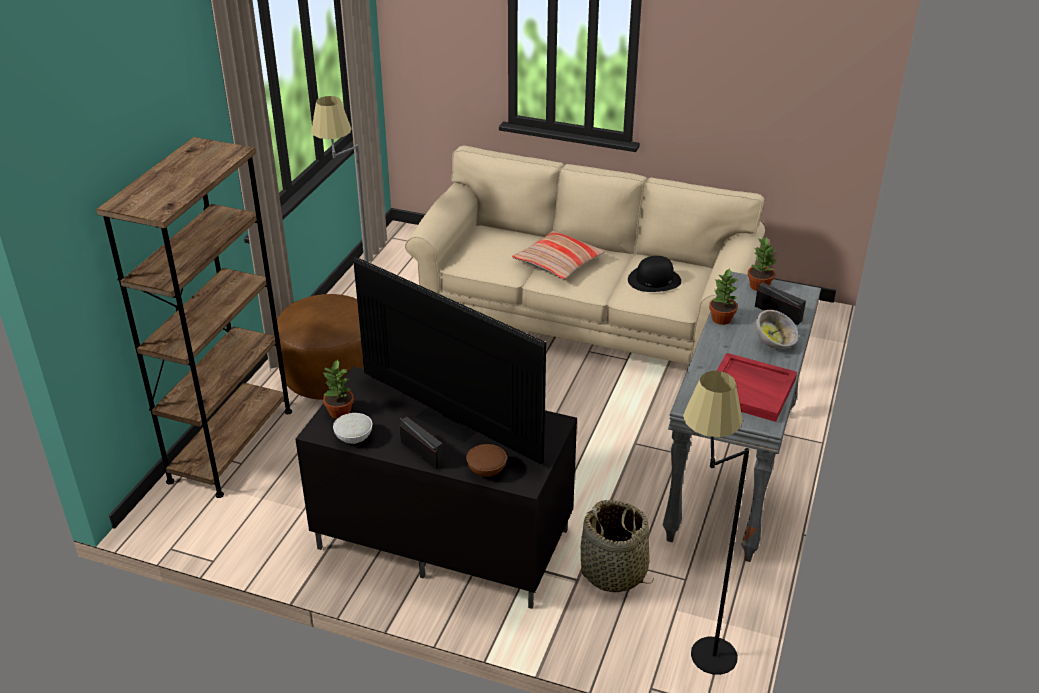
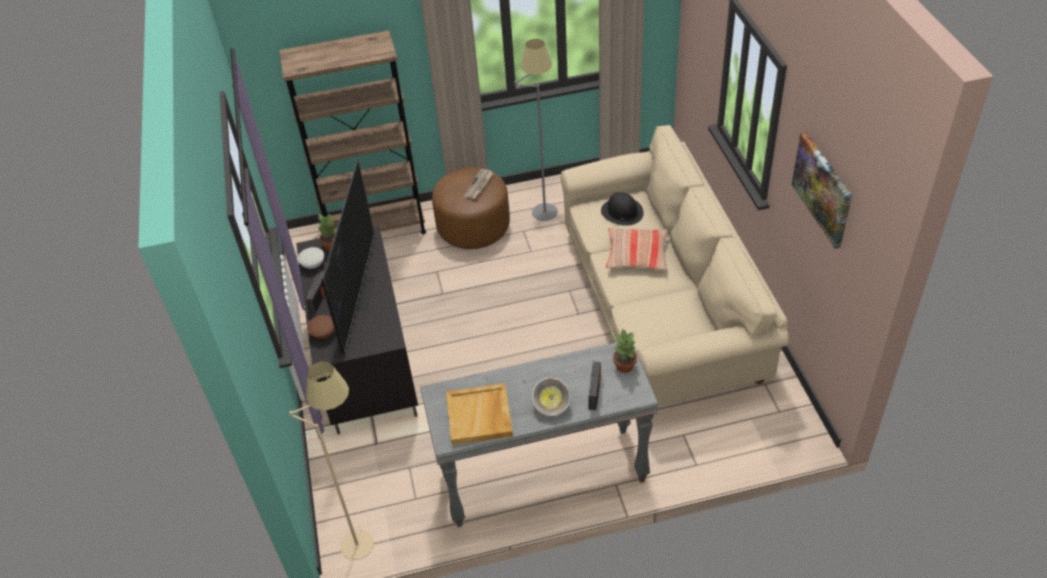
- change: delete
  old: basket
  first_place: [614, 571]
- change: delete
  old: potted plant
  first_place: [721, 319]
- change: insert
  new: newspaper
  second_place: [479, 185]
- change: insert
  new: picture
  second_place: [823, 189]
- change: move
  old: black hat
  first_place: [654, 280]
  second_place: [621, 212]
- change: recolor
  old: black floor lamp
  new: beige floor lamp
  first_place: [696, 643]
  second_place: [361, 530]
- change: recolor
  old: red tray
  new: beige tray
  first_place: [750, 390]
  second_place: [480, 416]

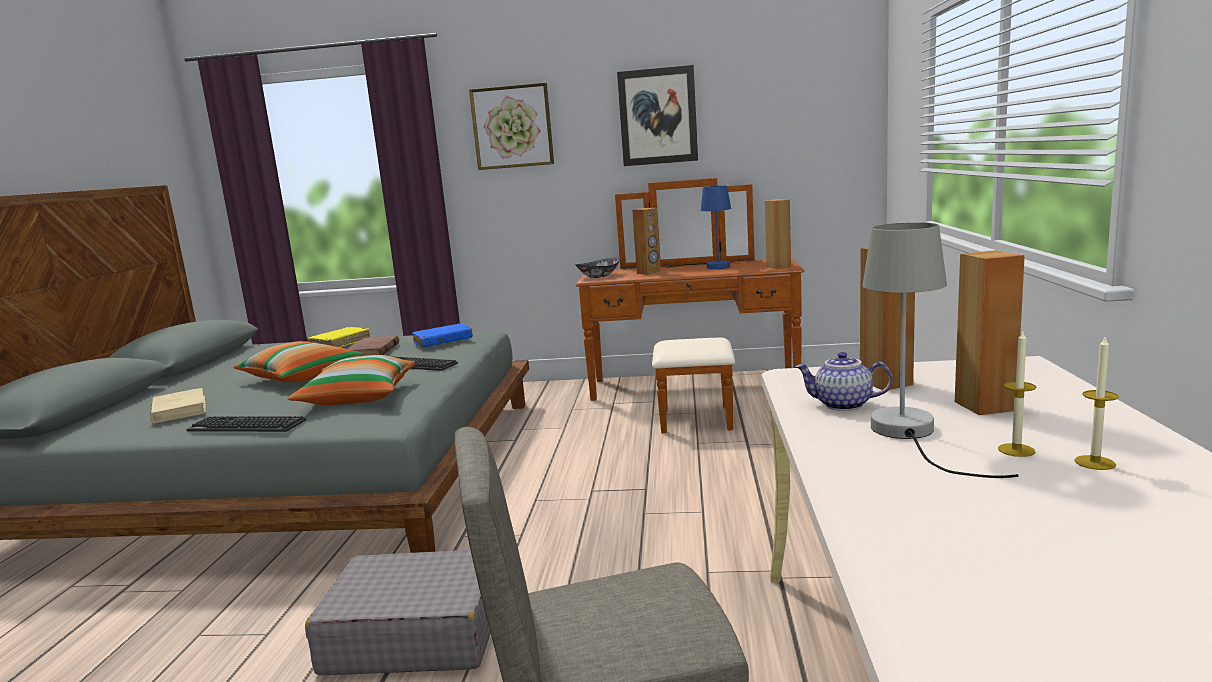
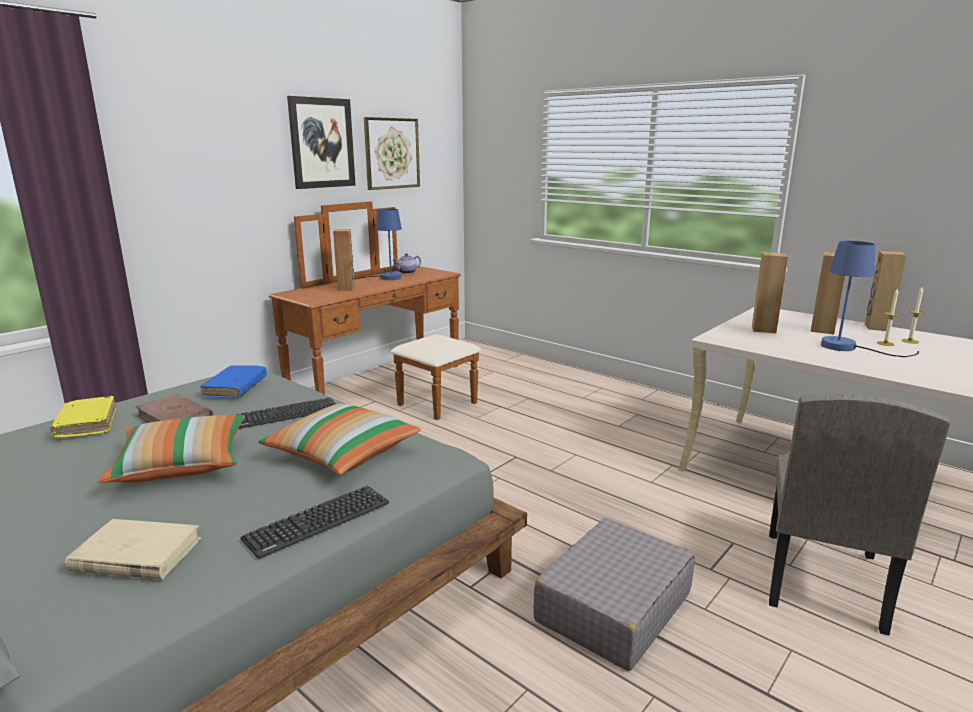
- change: delete
  old: bowl
  first_place: [599, 276]
- change: move
  old: picture
  first_place: [512, 127]
  second_place: [392, 153]
- change: move
  old: brown speaker
  first_place: [778, 266]
  second_place: [876, 327]
- change: move
  old: teapot
  first_place: [842, 405]
  second_place: [407, 272]
- change: recolor
  old: grey table lamp
  new: blue table lamp
  first_place: [911, 435]
  second_place: [849, 348]

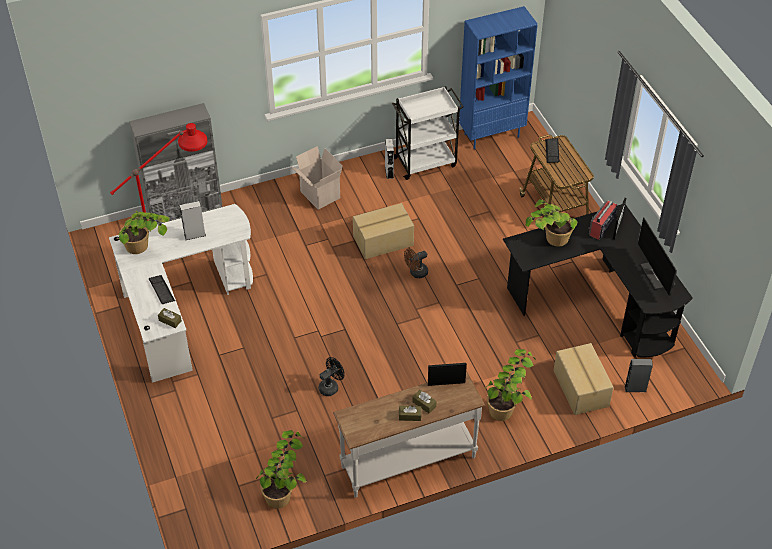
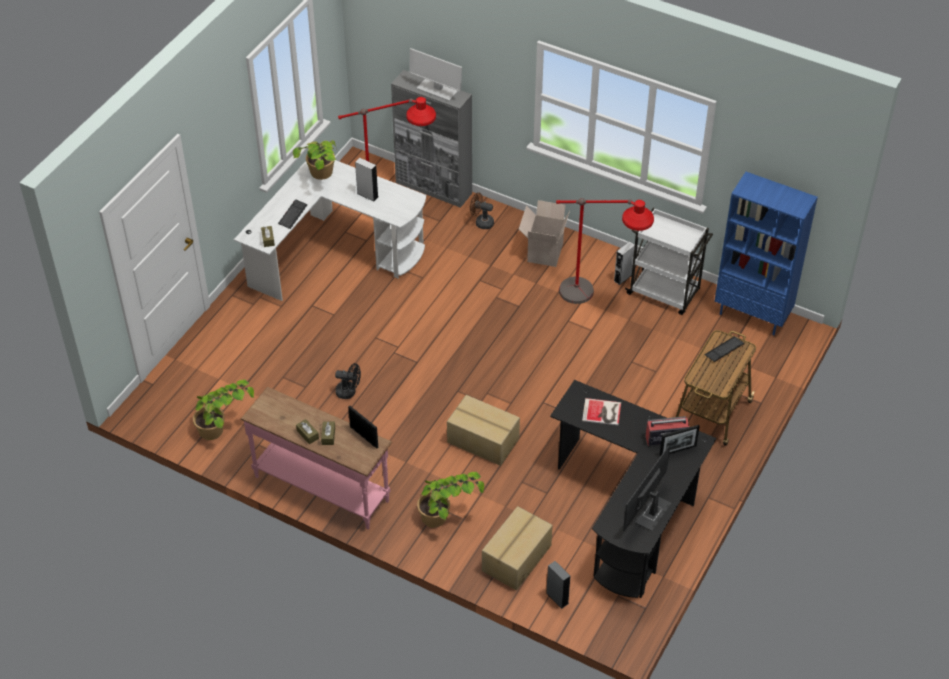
- change: insert
  new: monitor
  second_place: [437, 90]
- change: insert
  new: red floor lamp
  second_place: [596, 302]
- change: move
  old: cardboard box
  first_place: [383, 241]
  second_place: [483, 441]
- change: move
  old: brown fan
  first_place: [416, 273]
  second_place: [481, 222]
- change: replace
  old: potted plant
  new: book
  first_place: [547, 243]
  second_place: [602, 412]
- change: recolor
  old: white console table
  new: pink console table
  first_place: [408, 461]
  second_place: [322, 488]

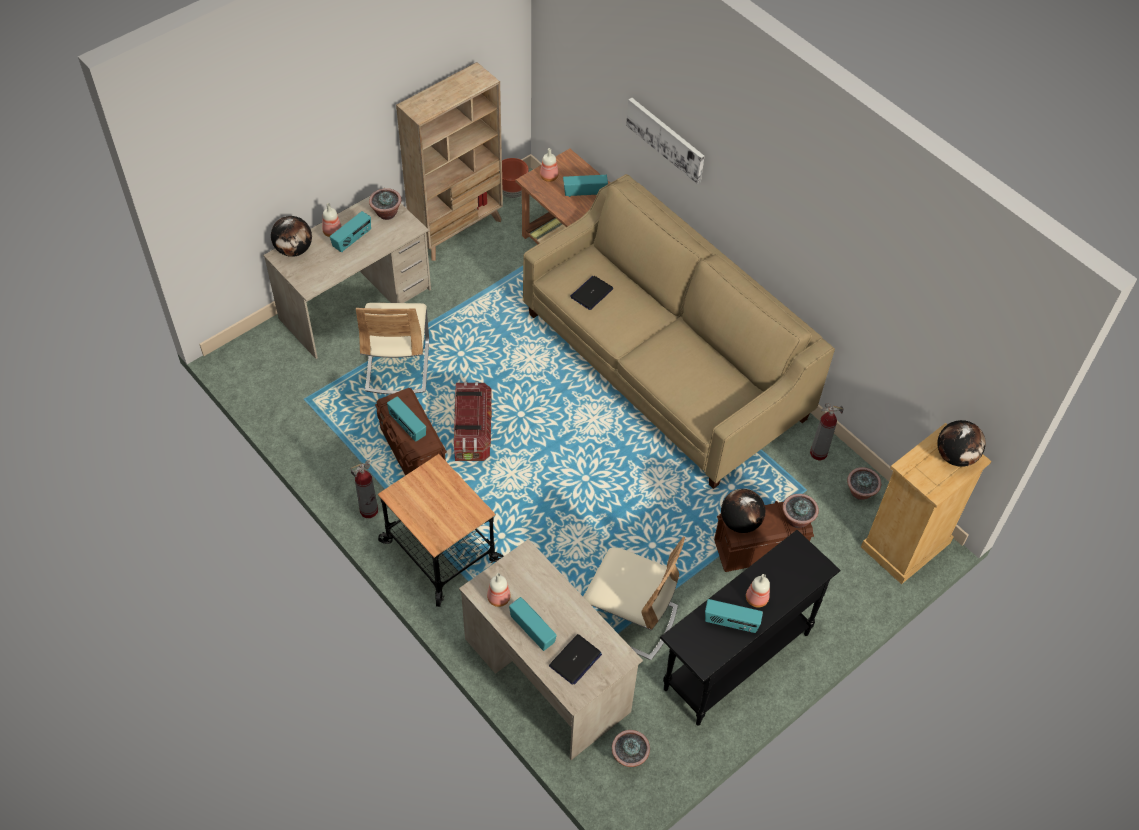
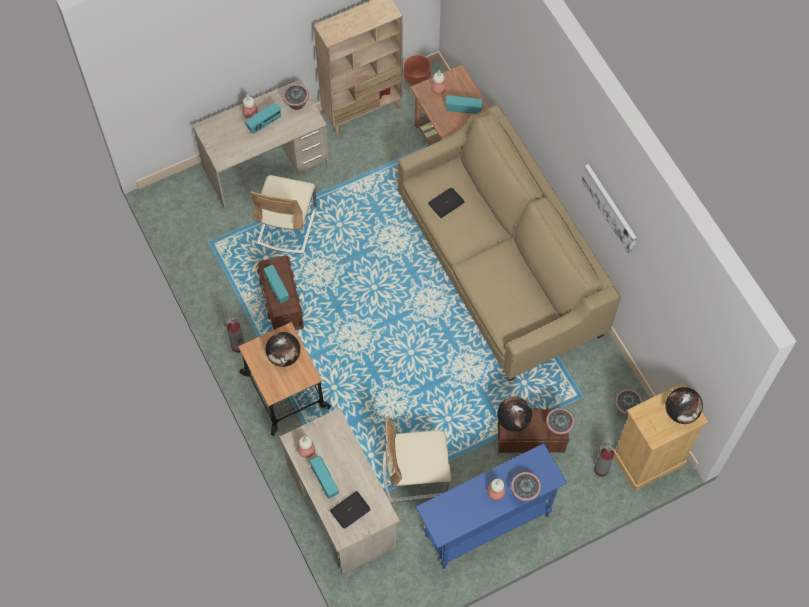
- change: delete
  old: storage box
  first_place: [472, 431]
- change: delete
  old: radio
  first_place: [730, 623]
- change: move
  old: globe
  first_place: [294, 250]
  second_place: [284, 356]
- change: move
  old: potted plant
  first_place: [629, 757]
  second_place: [524, 492]
- change: move
  old: picture
  first_place: [666, 139]
  second_place: [610, 208]
- change: move
  old: fire extinguisher
  first_place: [818, 453]
  second_place: [601, 469]
- change: recolor
  old: black console table
  new: blue console table
  first_place: [736, 661]
  second_place: [486, 525]
- change: rotate
  old: beige chair
  first_place: [630, 618]
  second_place: [415, 474]
  degrees: 135

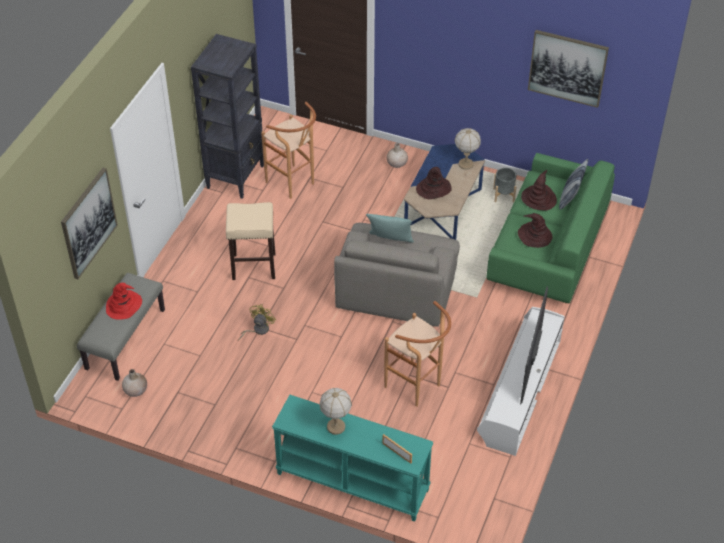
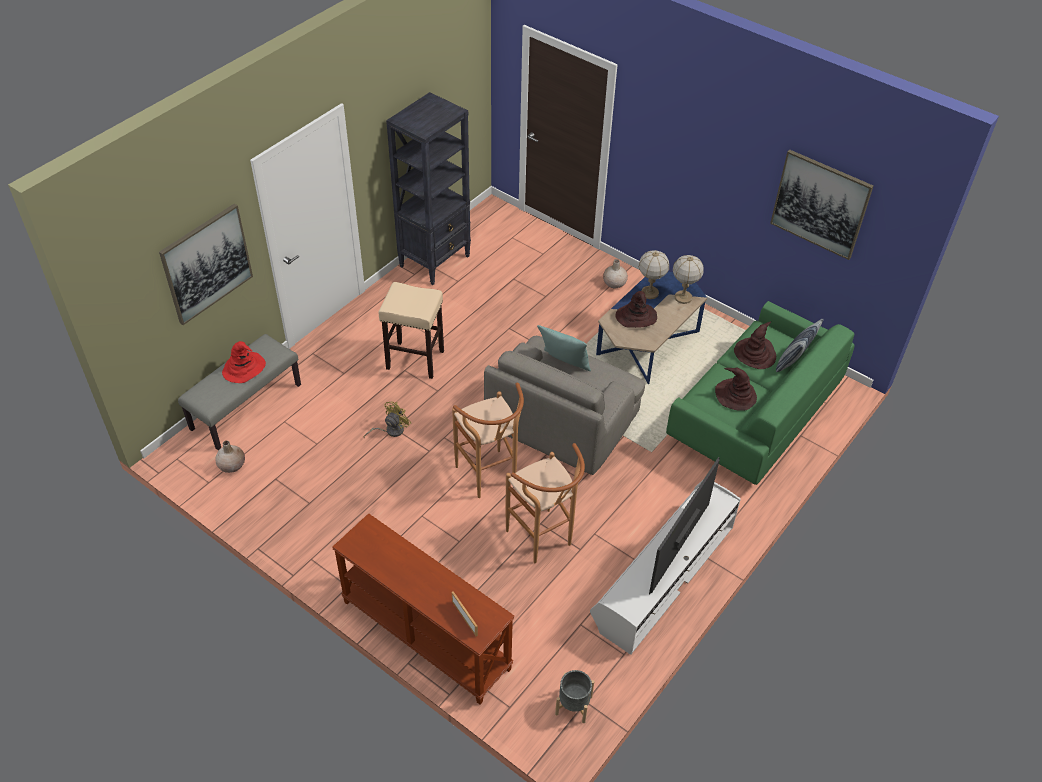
- change: move
  old: brown stool
  first_place: [294, 184]
  second_place: [489, 478]
- change: move
  old: table lamp
  first_place: [335, 427]
  second_place: [649, 293]
- change: move
  old: grey planter
  first_place: [504, 195]
  second_place: [574, 705]
- change: recolor
  old: turquoise console table
  new: brown console table
  first_place: [351, 482]
  second_place: [424, 635]

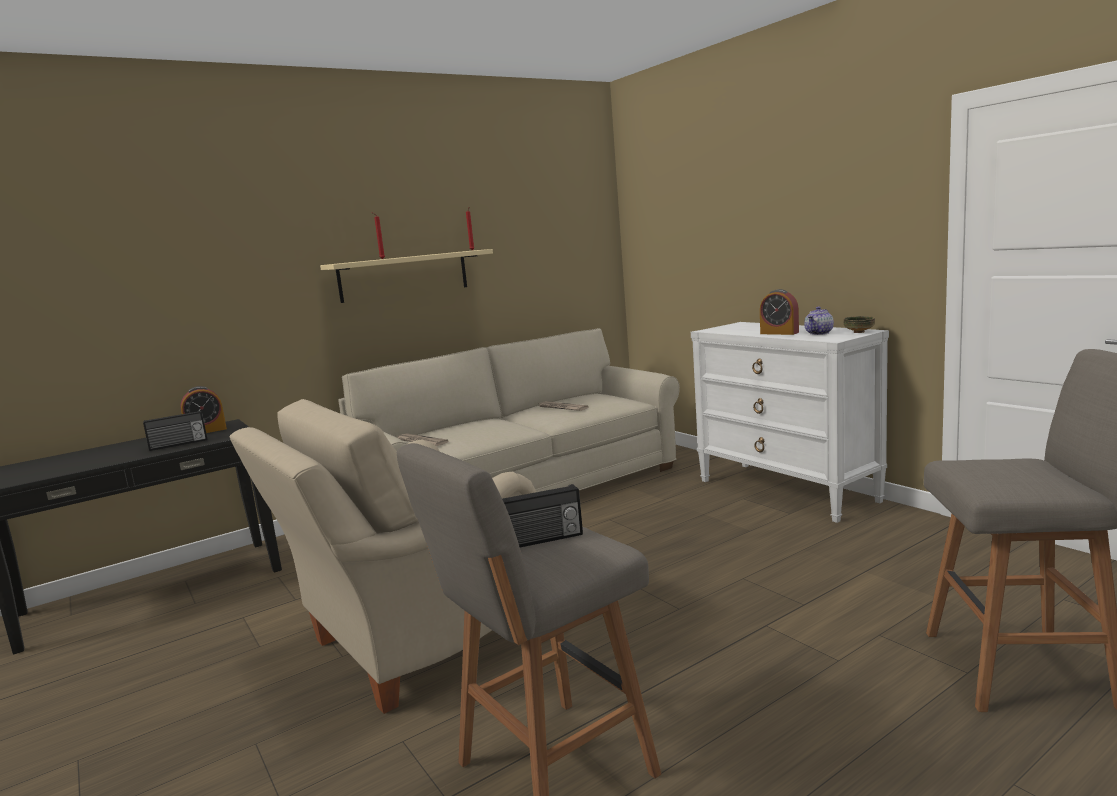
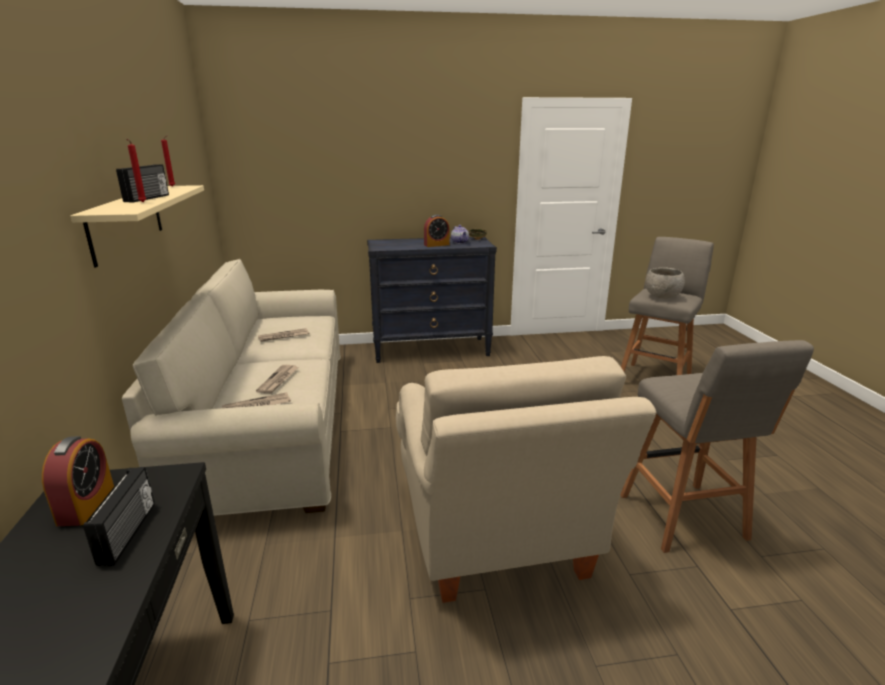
- change: insert
  new: newspaper
  second_place: [278, 380]
- change: insert
  new: grey bowl
  second_place: [661, 297]
- change: move
  old: radio
  first_place: [539, 540]
  second_place: [148, 198]
- change: recolor
  old: white dresser
  new: black dresser
  first_place: [787, 490]
  second_place: [431, 350]

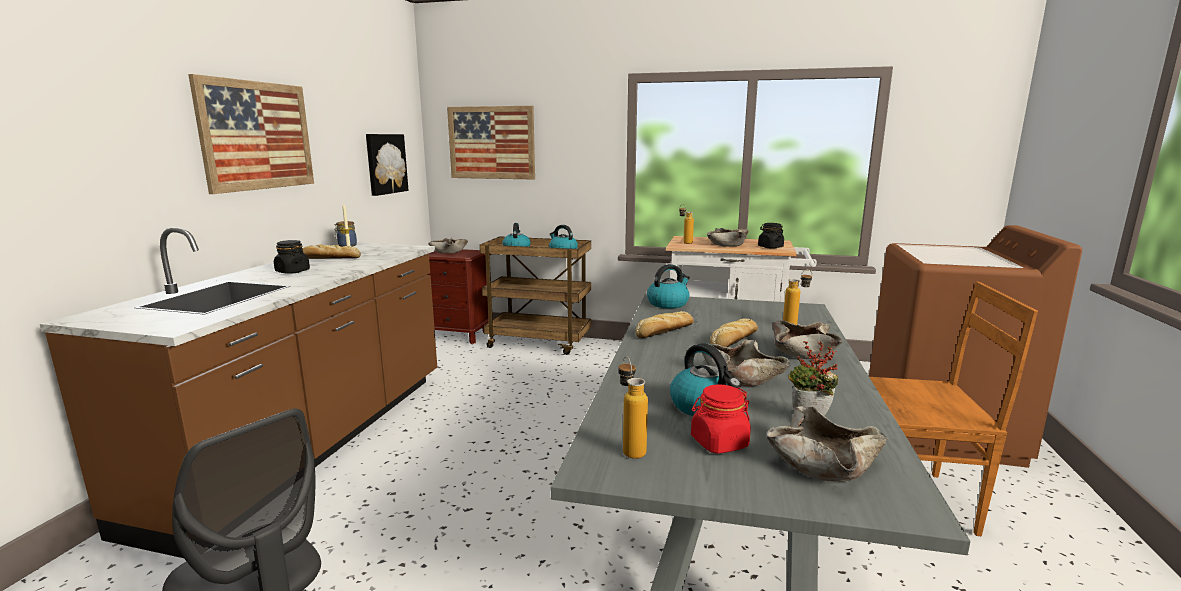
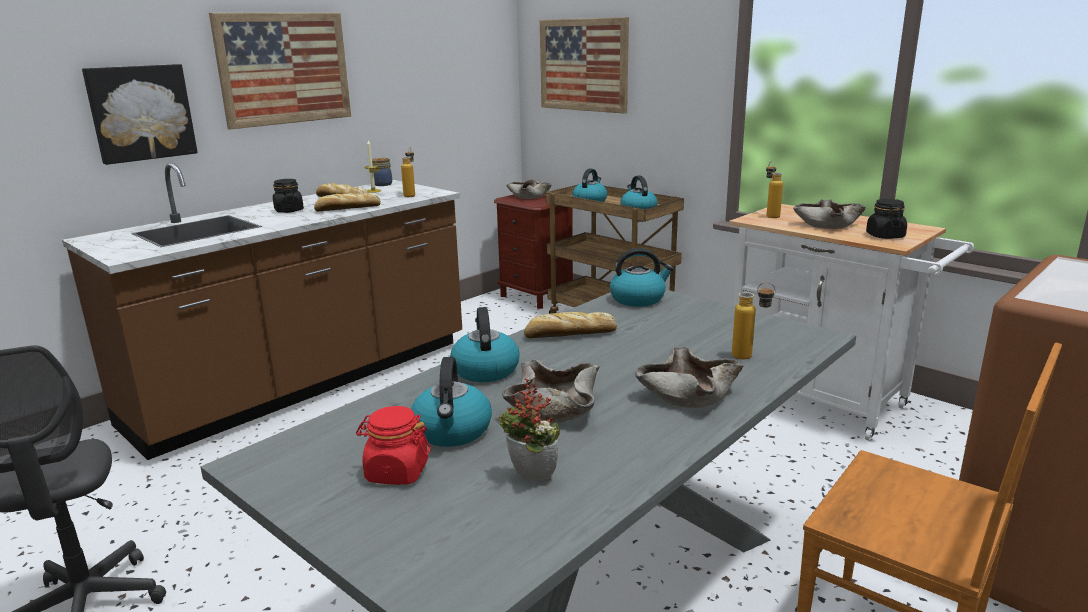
- change: delete
  old: beige bowl
  first_place: [824, 463]
- change: insert
  new: kettle
  second_place: [485, 370]
- change: move
  old: picture
  first_place: [385, 164]
  second_place: [141, 113]
- change: move
  old: bottle
  first_place: [630, 448]
  second_place: [411, 195]
- change: move
  old: bread
  first_place: [733, 340]
  second_place: [346, 208]

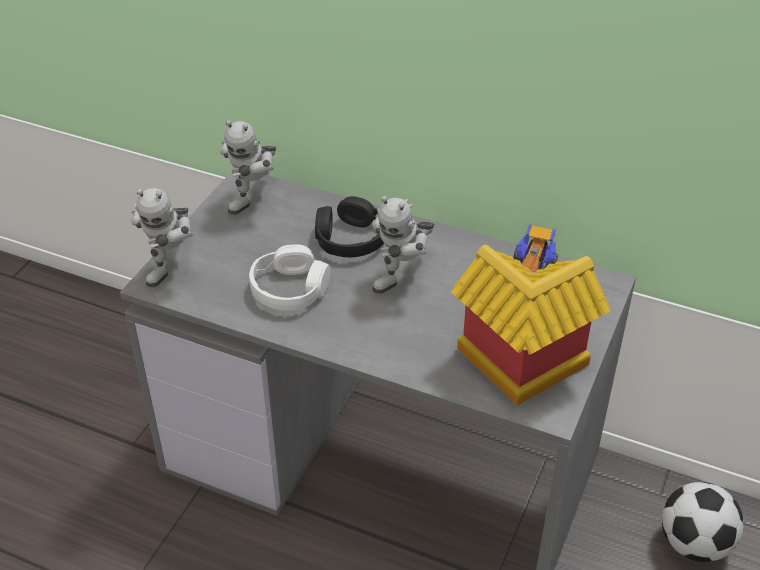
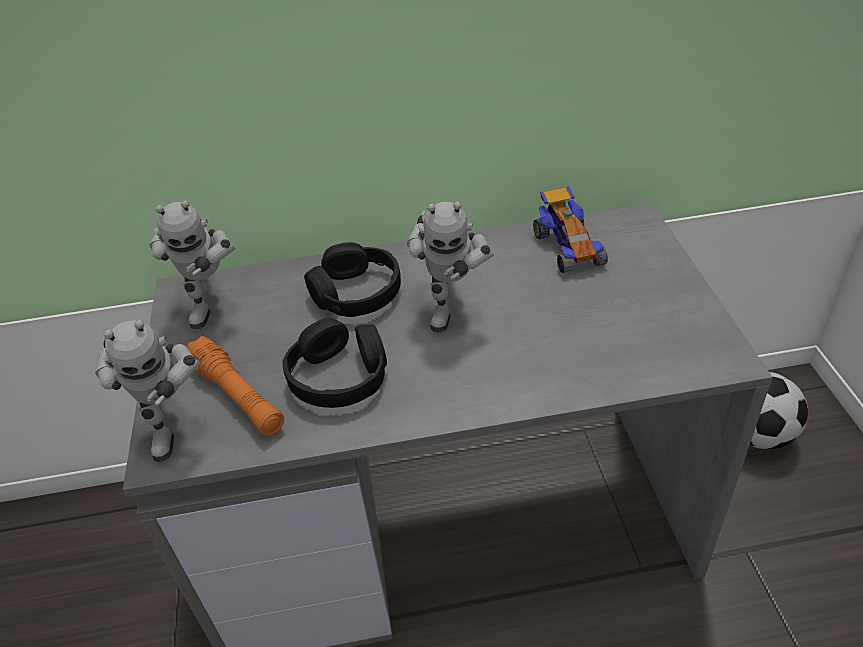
- change: delete
  old: toy house
  first_place: [517, 367]
- change: insert
  new: orange flashlight
  second_place: [238, 396]
- change: recolor
  old: white headphones
  new: black headphones
  first_place: [290, 289]
  second_place: [339, 376]

